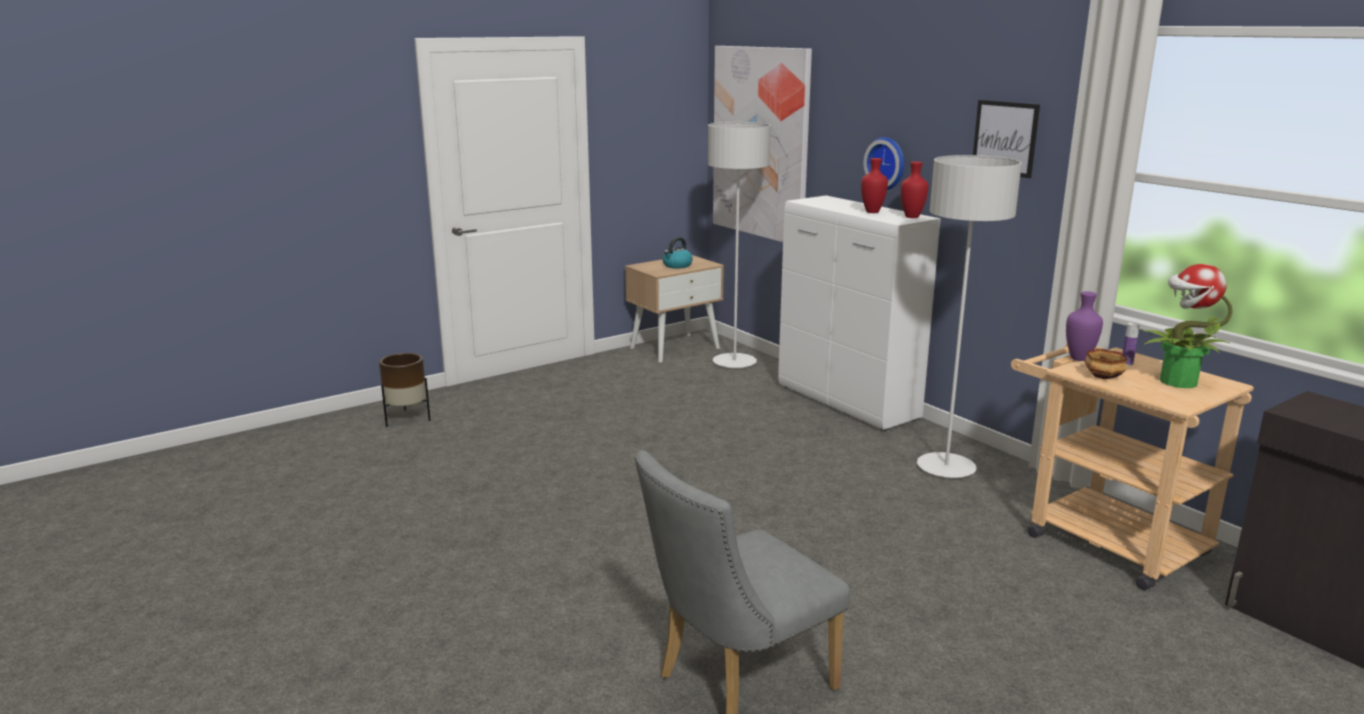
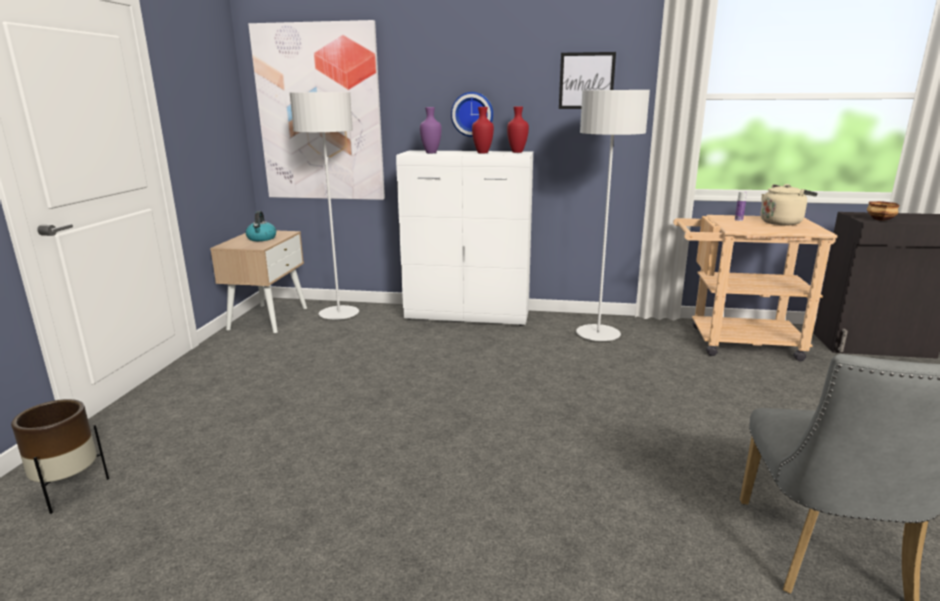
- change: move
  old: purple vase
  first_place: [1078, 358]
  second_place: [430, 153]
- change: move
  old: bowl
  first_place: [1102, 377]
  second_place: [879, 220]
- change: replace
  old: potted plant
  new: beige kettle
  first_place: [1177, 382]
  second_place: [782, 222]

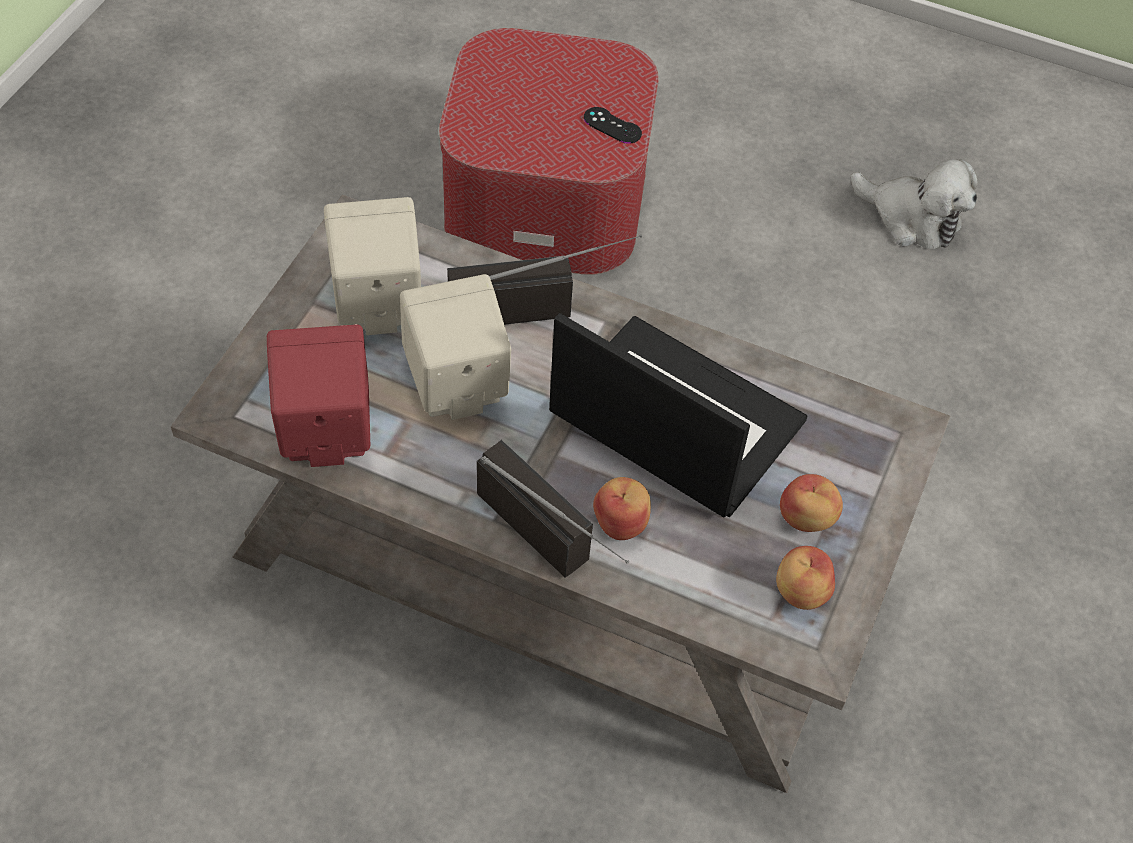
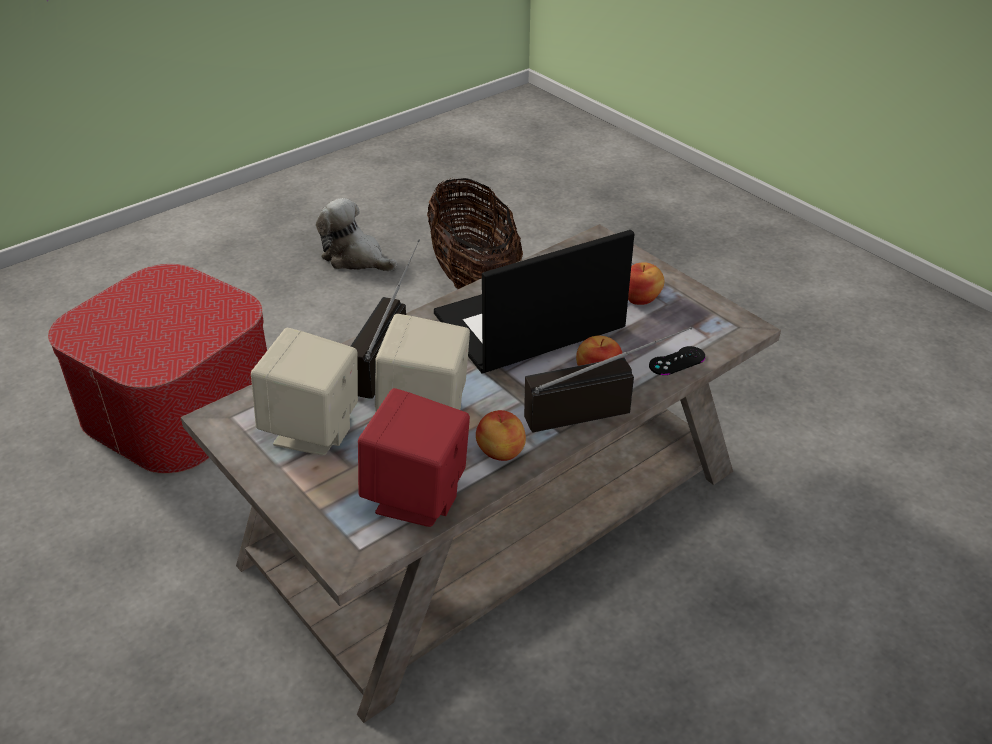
- change: insert
  new: basket
  second_place: [474, 281]
- change: move
  old: black game controller
  first_place: [612, 125]
  second_place: [677, 361]
- change: move
  old: apple
  first_place: [800, 591]
  second_place: [500, 452]
- change: rotate
  old: plush toy
  first_place: [911, 218]
  second_place: [356, 258]
  degrees: -120

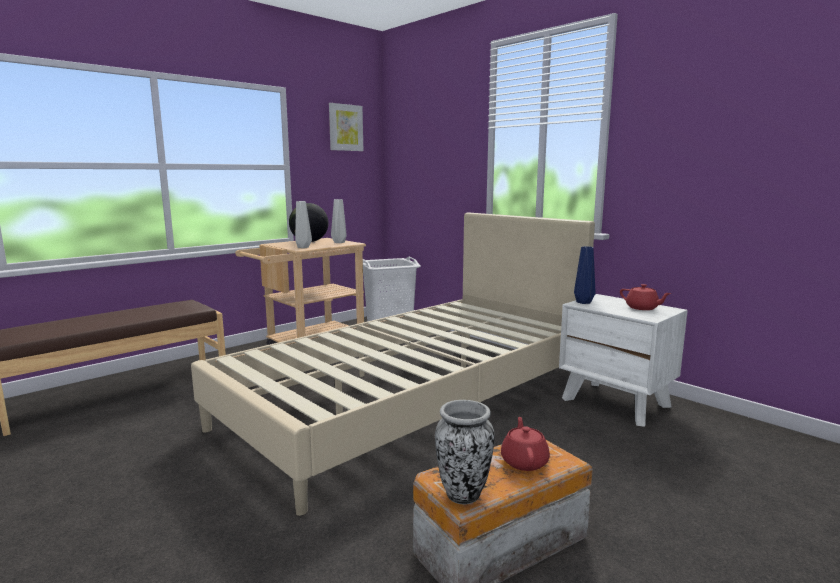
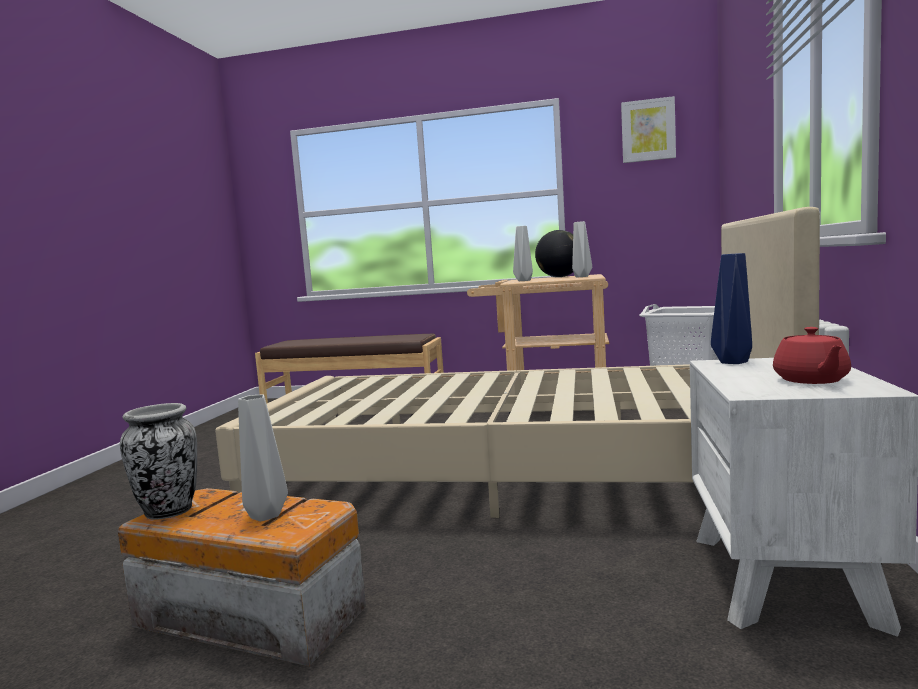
- change: replace
  old: red teapot
  new: grey vase
  first_place: [524, 461]
  second_place: [266, 516]

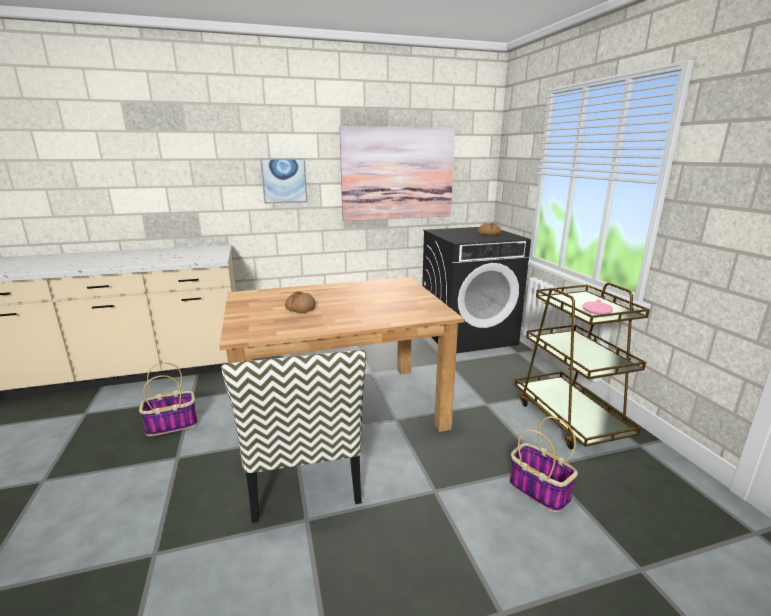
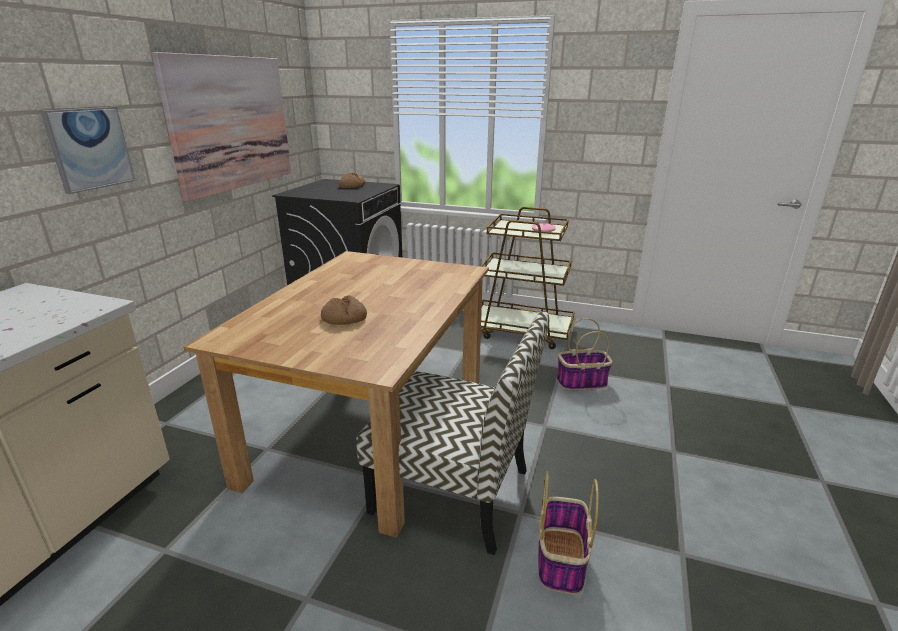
- change: move
  old: basket
  first_place: [173, 424]
  second_place: [561, 559]

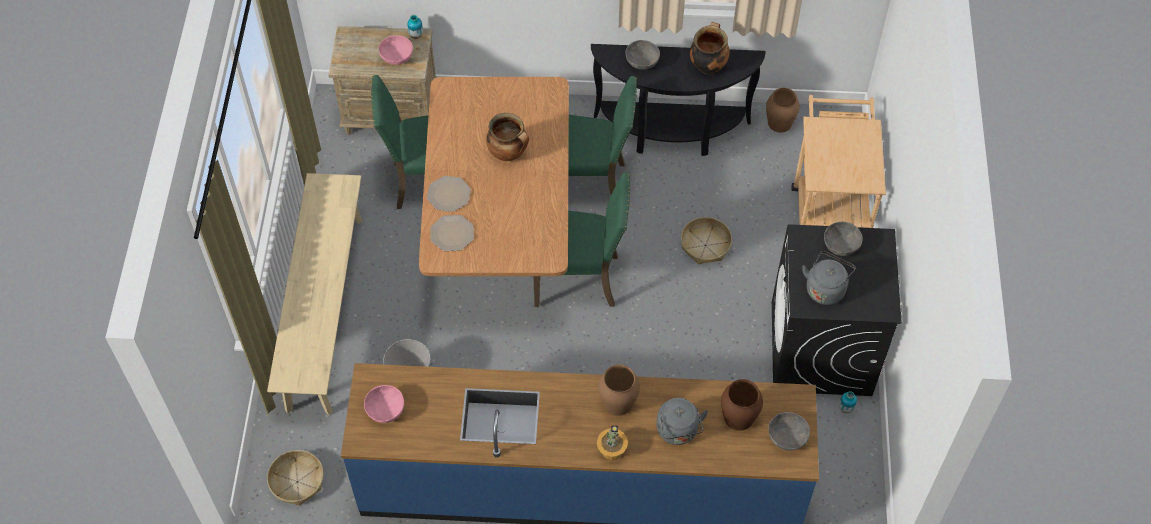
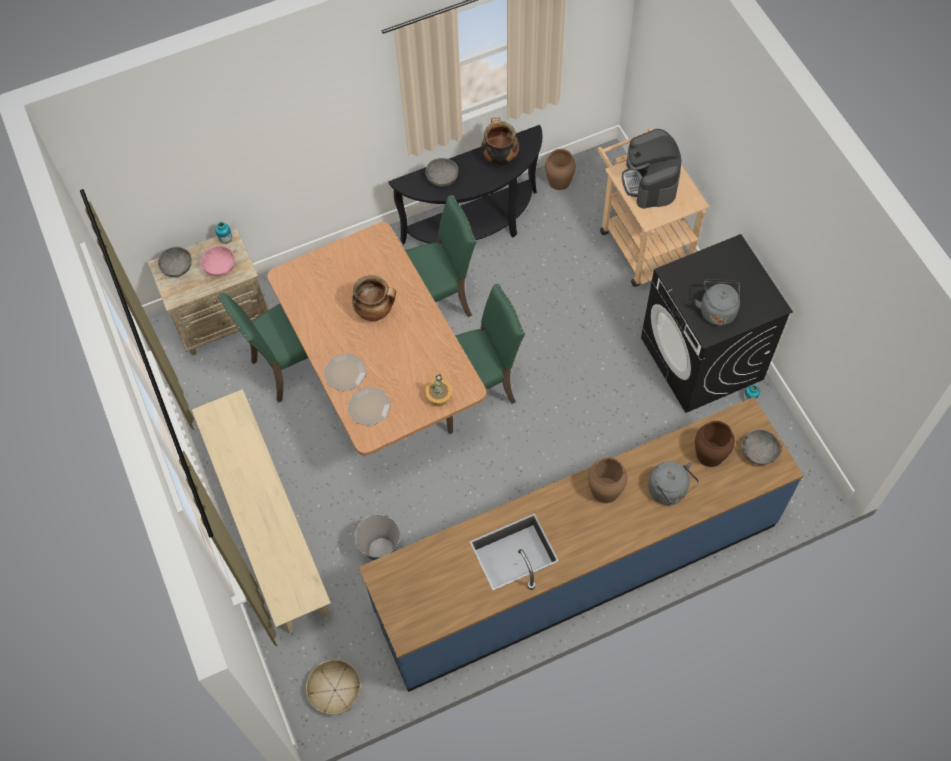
- change: delete
  old: pink bowl
  first_place: [385, 410]
- change: delete
  old: basket
  first_place: [705, 245]
- change: insert
  new: coffee machine
  second_place: [650, 182]
- change: move
  old: potted plant
  first_place: [612, 449]
  second_place: [439, 397]
- change: move
  old: grey bowl
  first_place: [840, 245]
  second_place: [177, 268]

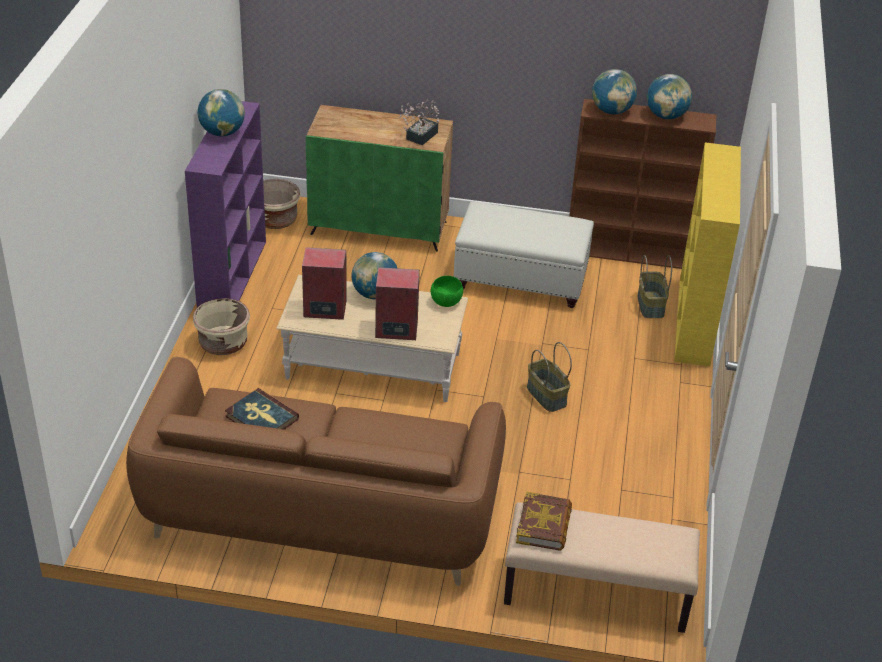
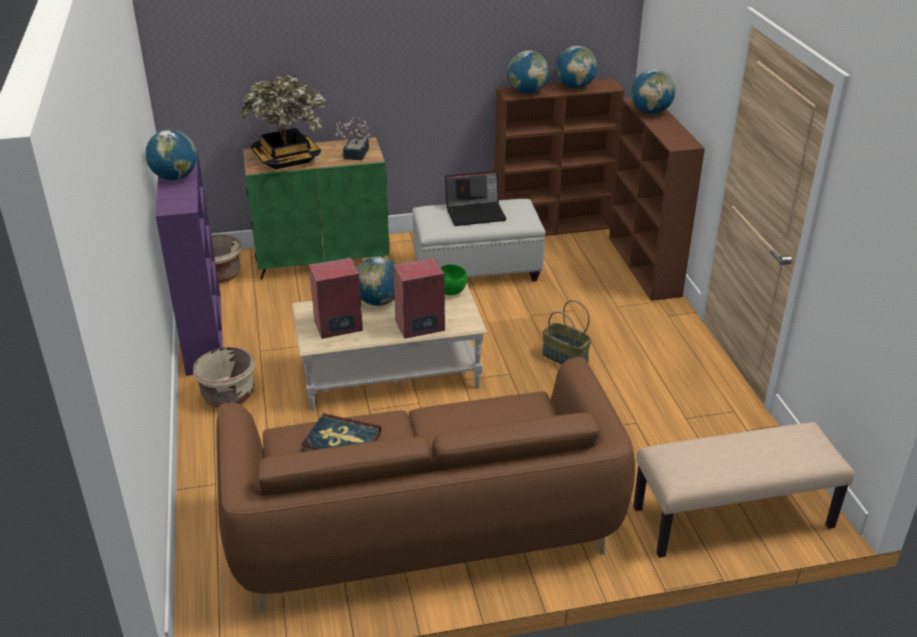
- change: delete
  old: book
  first_place: [544, 525]
- change: delete
  old: basket
  first_place: [651, 305]
- change: insert
  new: potted plant
  second_place: [286, 158]
- change: insert
  new: laptop
  second_place: [476, 213]
- change: insert
  new: globe
  second_place: [650, 112]
- change: recolor
  old: yellow bookcase
  new: brown bookcase
  first_place: [694, 323]
  second_place: [644, 267]

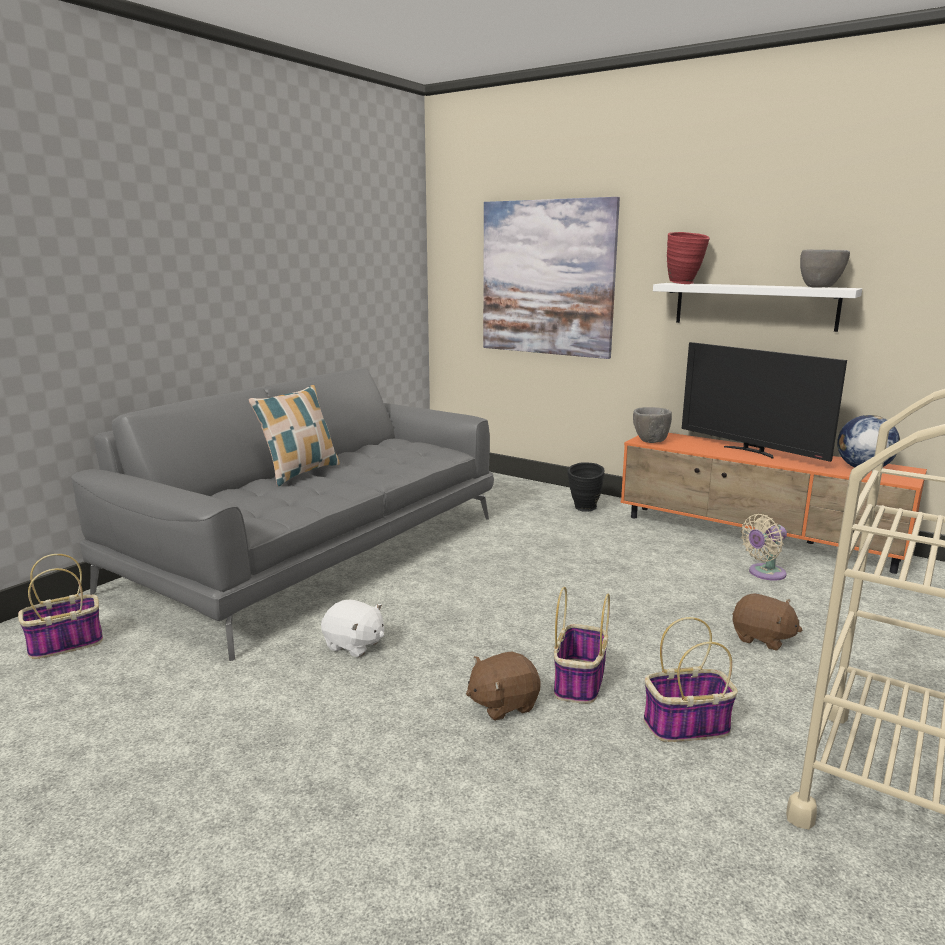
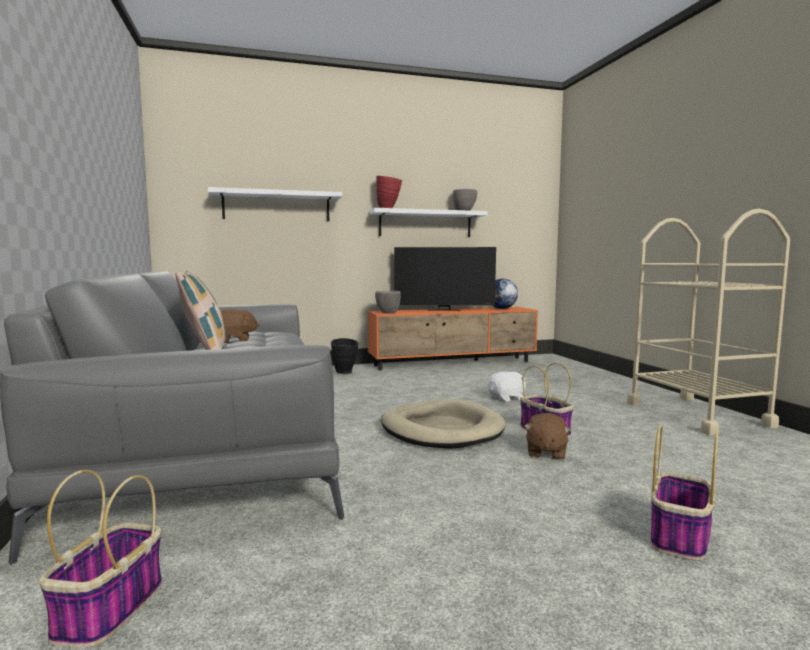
- change: delete
  old: beige fan
  first_place: [764, 573]
- change: insert
  new: beige dog bed
  second_place: [441, 429]
- change: move
  old: white plush toy
  first_place: [354, 645]
  second_place: [507, 398]
- change: move
  old: basket
  first_place: [685, 726]
  second_place: [679, 538]
- change: move
  old: brown plush toy
  first_place: [762, 638]
  second_place: [234, 340]
- change: replace
  old: picture
  new: white shelf
  first_place: [547, 278]
  second_place: [277, 206]

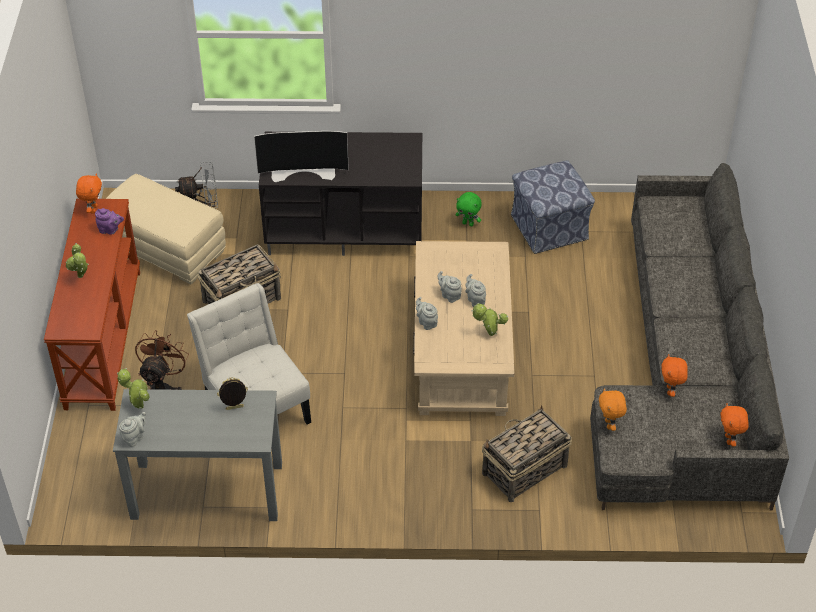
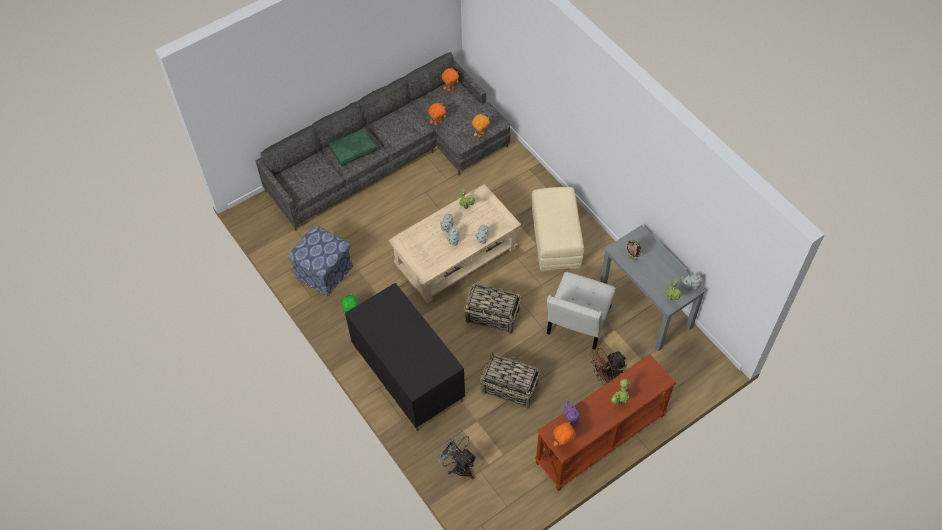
- change: delete
  old: television
  first_place: [303, 171]
- change: insert
  new: green pillow
  second_place: [353, 150]
- change: move
  old: beige ottoman
  first_place: [167, 248]
  second_place: [555, 239]
- change: move
  old: basket
  first_place: [523, 470]
  second_place: [493, 316]

